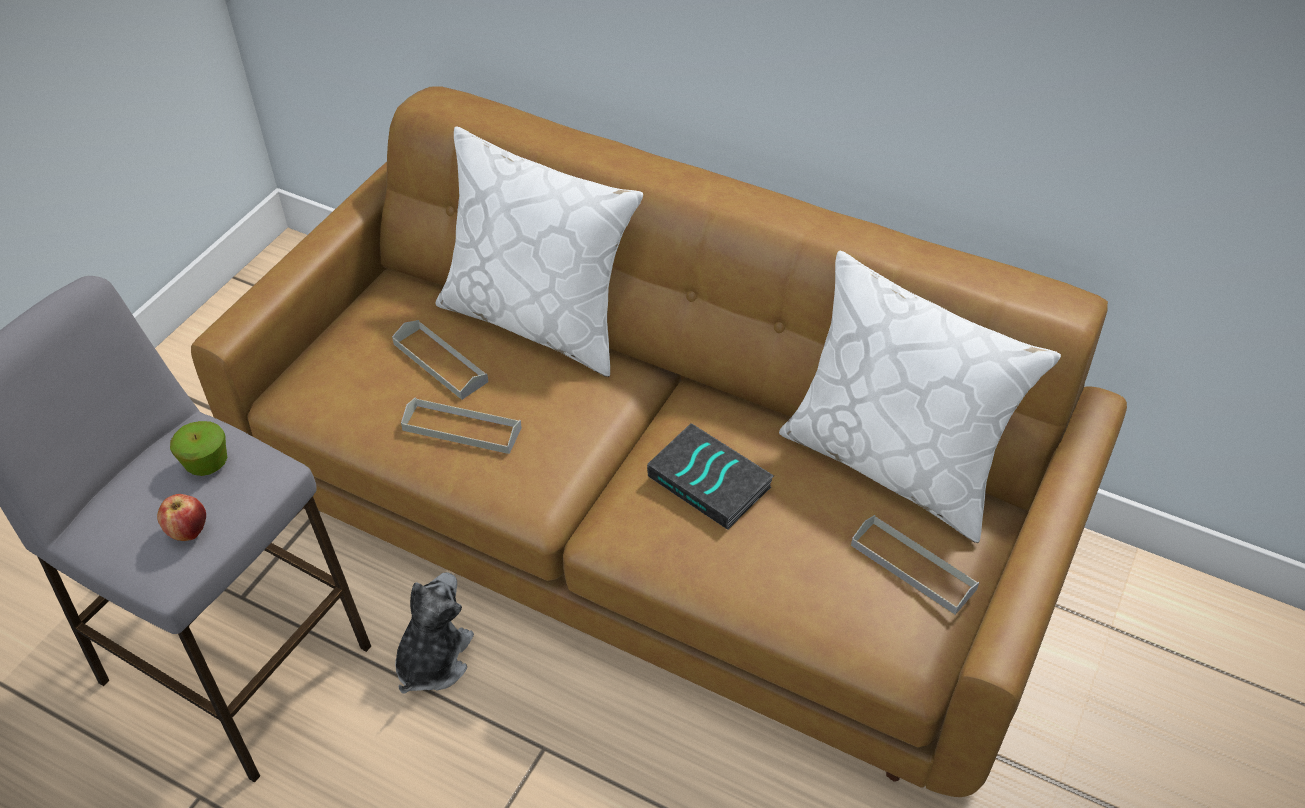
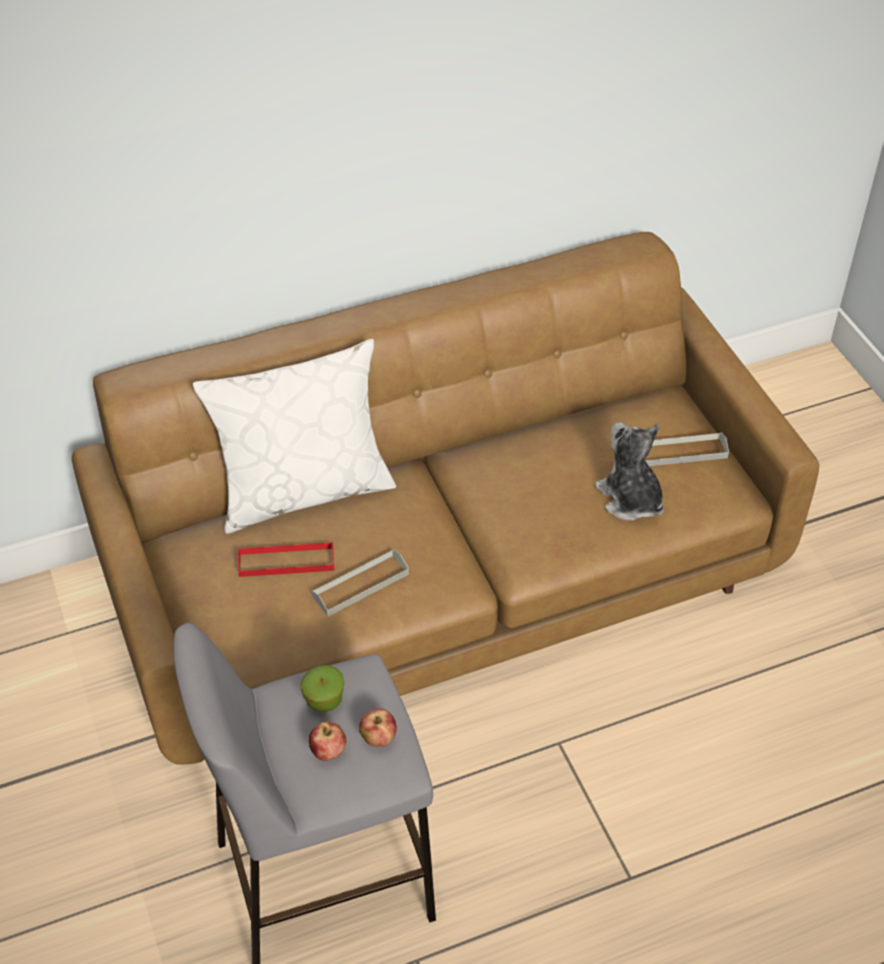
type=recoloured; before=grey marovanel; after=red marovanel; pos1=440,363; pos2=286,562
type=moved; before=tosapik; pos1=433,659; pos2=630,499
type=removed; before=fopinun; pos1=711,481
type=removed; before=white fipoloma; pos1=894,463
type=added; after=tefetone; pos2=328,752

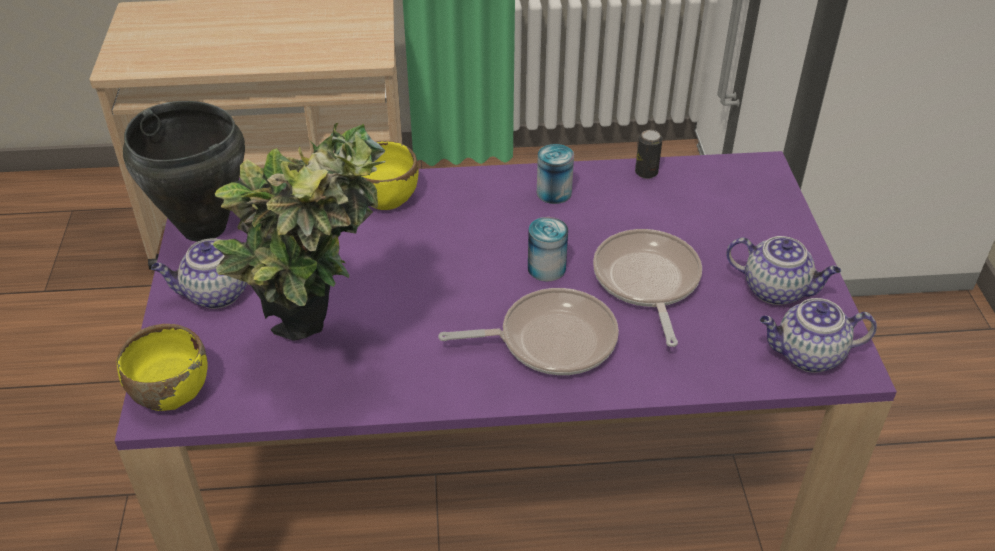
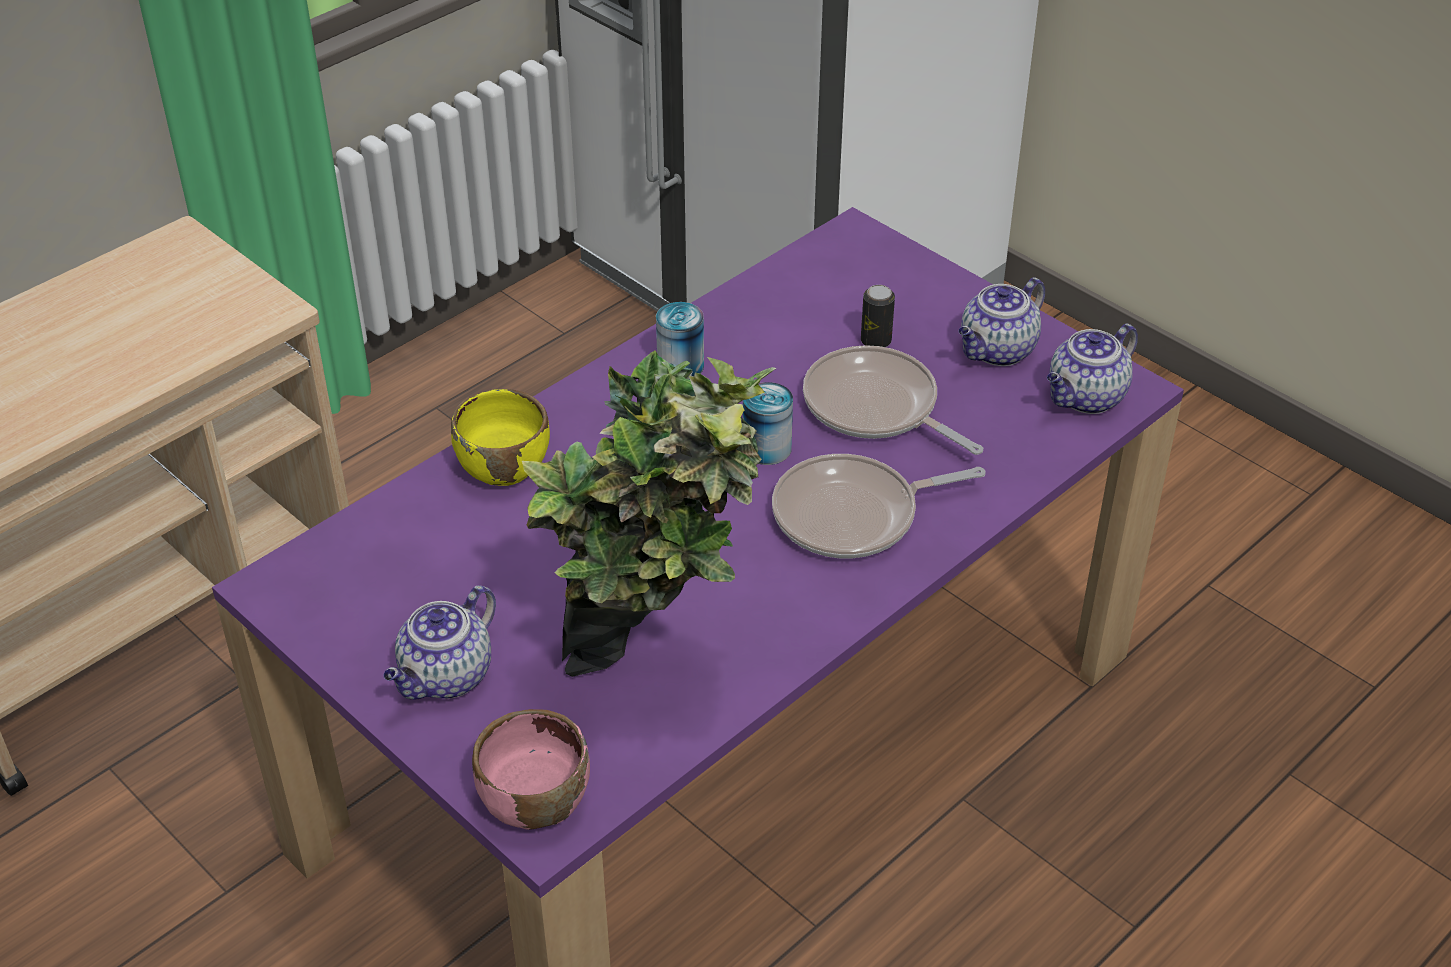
type=recoloured; before=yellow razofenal; after=pink razofenal; pos1=170,391; pos2=534,802
type=removed; before=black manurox; pos1=204,228
type=turned; before=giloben; pos1=550,340; pos2=853,515; turn=-150
type=moved; before=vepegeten; pos1=646,172; pos2=876,341
type=turned; before=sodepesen; pos1=776,290; pos2=997,351; turn=150

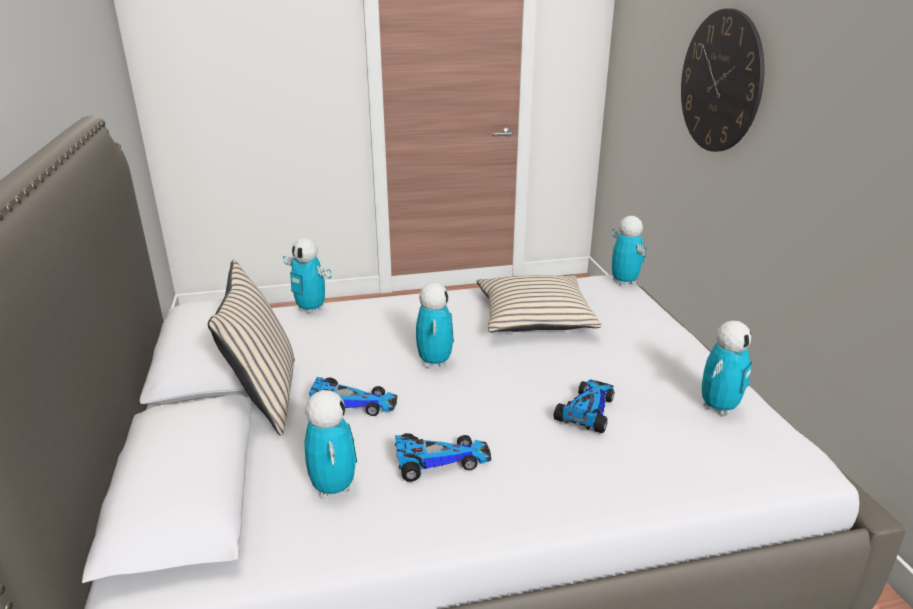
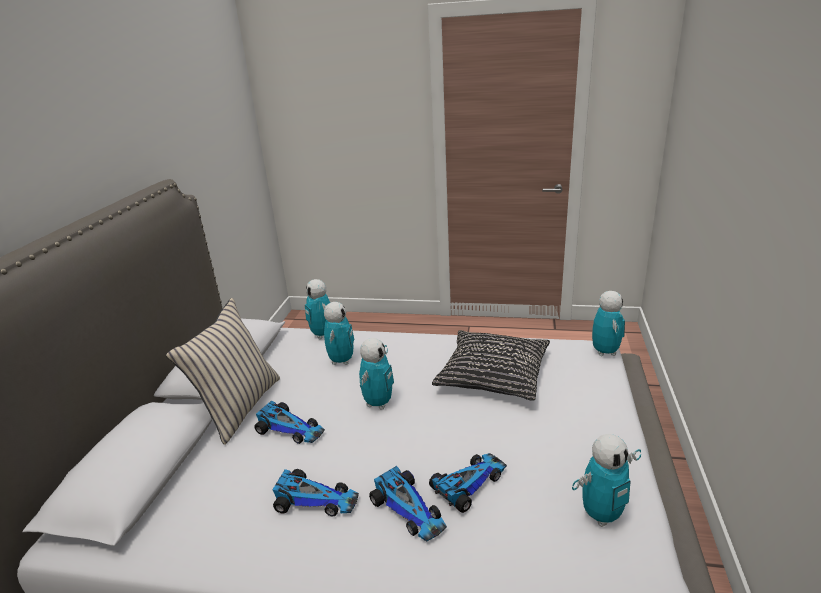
type=moved; before=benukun; pos1=333,487; pos2=341,361
type=recoloured; before=beige fipoloma; after=black fipoloma; pos1=534,316; pos2=493,374
type=removed; before=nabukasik; pos1=720,82
type=added; after=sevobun; pos2=409,509

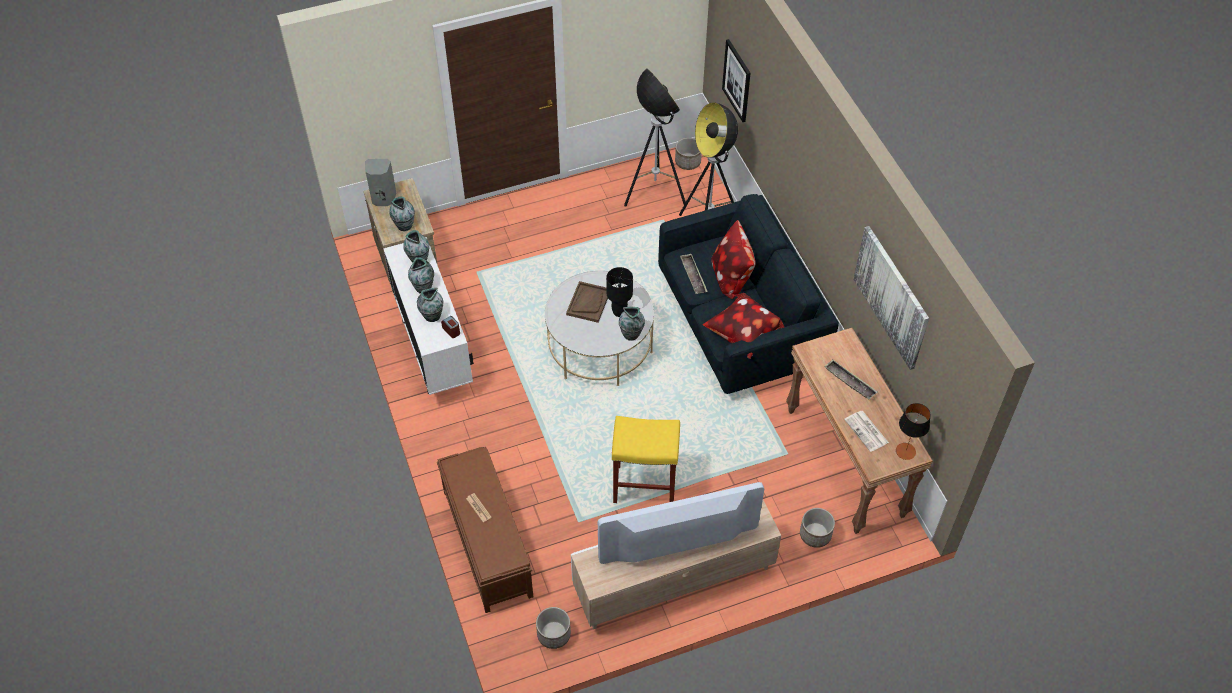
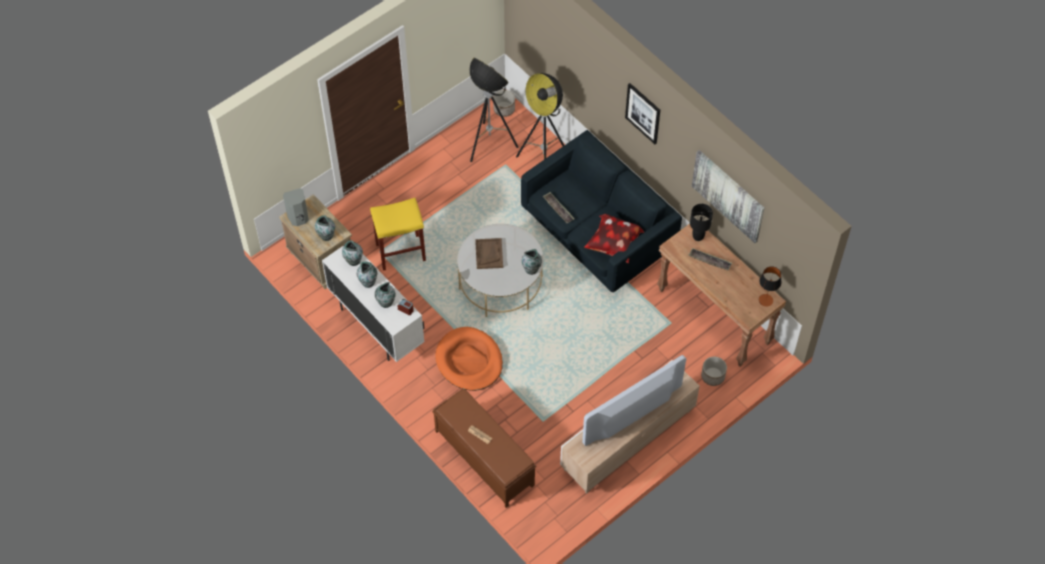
type=removed; before=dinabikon; pos1=554,634
type=moved; before=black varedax; pos1=619,312; pos2=698,236
type=moved; before=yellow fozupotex; pos1=643,486; pos2=400,252
type=removed; before=fipoloma; pos1=731,277
type=moved; before=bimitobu; pos1=737,80; pos2=643,113
type=removed; before=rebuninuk; pos1=867,431
type=added; after=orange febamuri; pos2=469,361

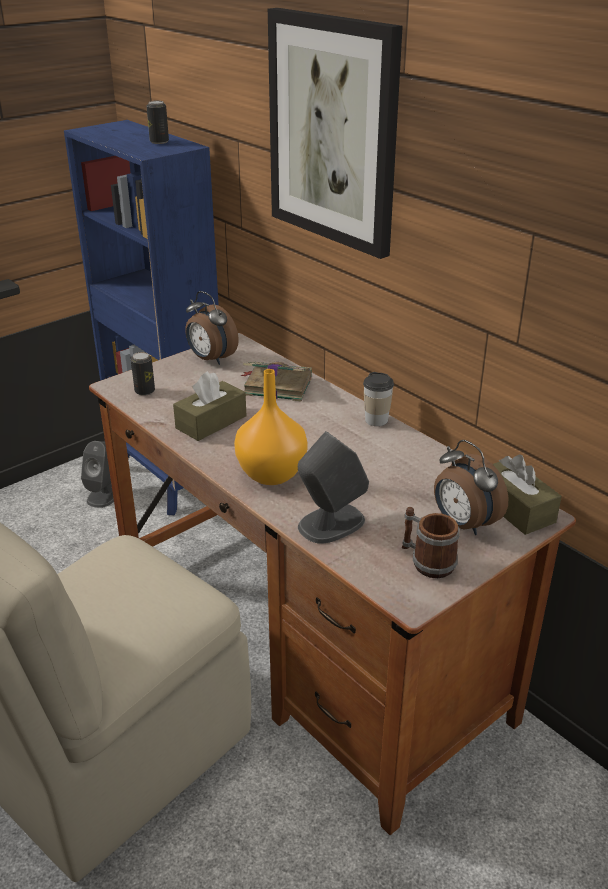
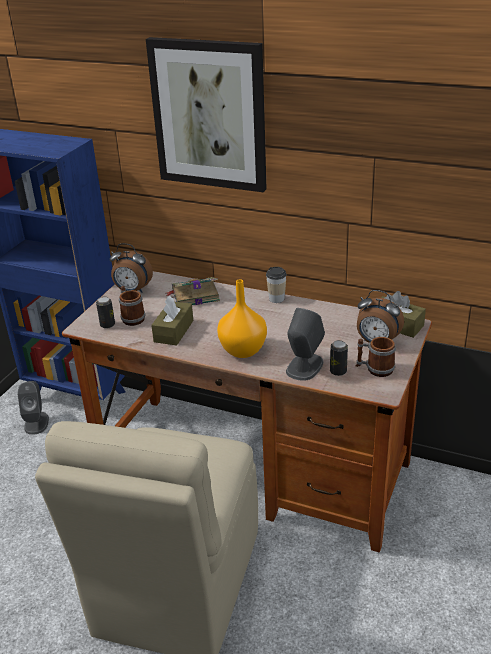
type=moved; before=vepegeten; pos1=159,142; pos2=338,371
type=added; after=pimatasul; pos2=131,317

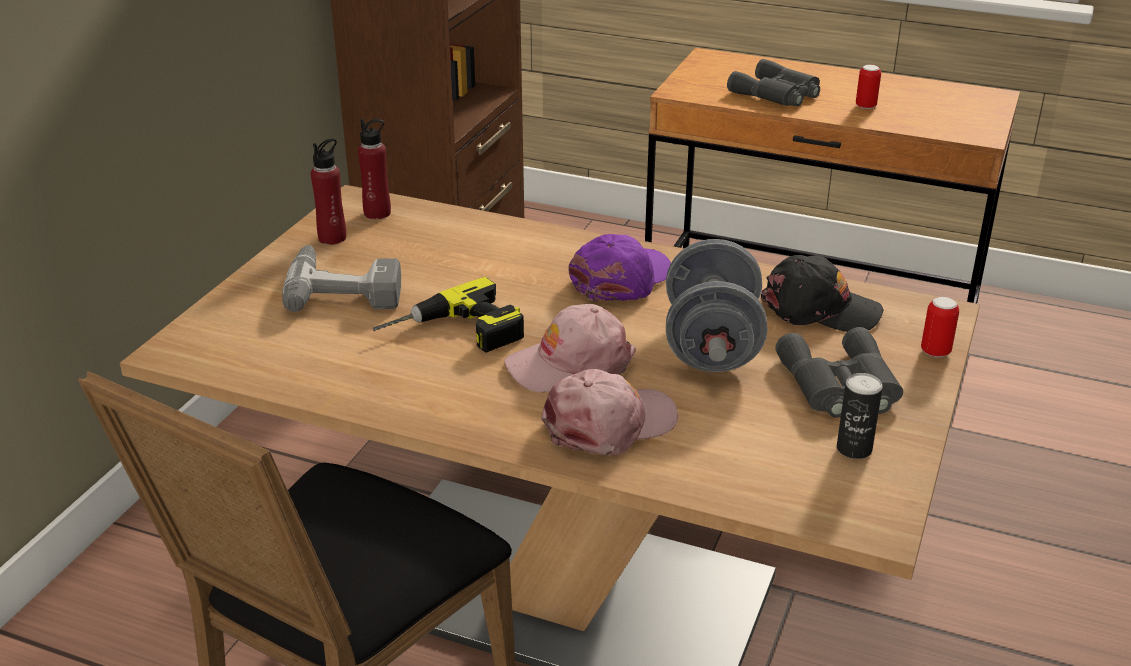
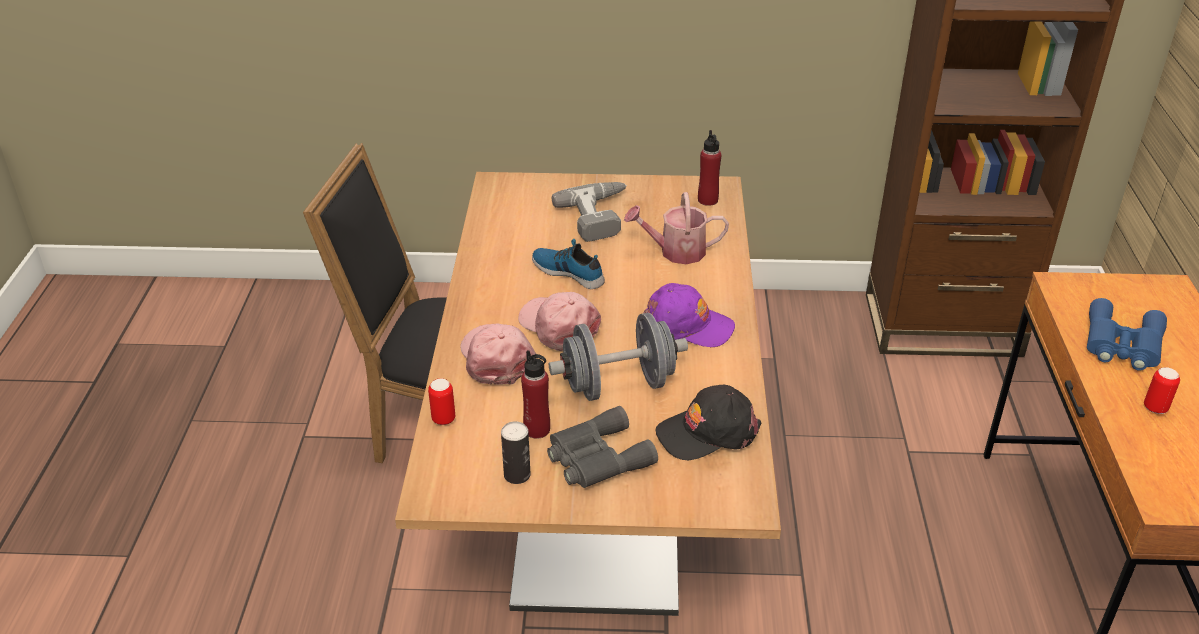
type=moved; before=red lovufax; pos1=332,238; pos2=537,429
type=replaced; before=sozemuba; after=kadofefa; pos1=453,334; pos2=569,272
type=turned; before=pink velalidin; pos1=609,424; pos2=496,358; turn=-150
type=recoloured; before=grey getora; after=blue getora; pos1=777,94; pos2=1121,344
type=turned; before=black velalidin; pos1=819,309; pos2=707,432; turn=75
type=moved; before=vepegeten; pos1=935,352; pos2=443,419
type=added; after=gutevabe; pos2=675,252

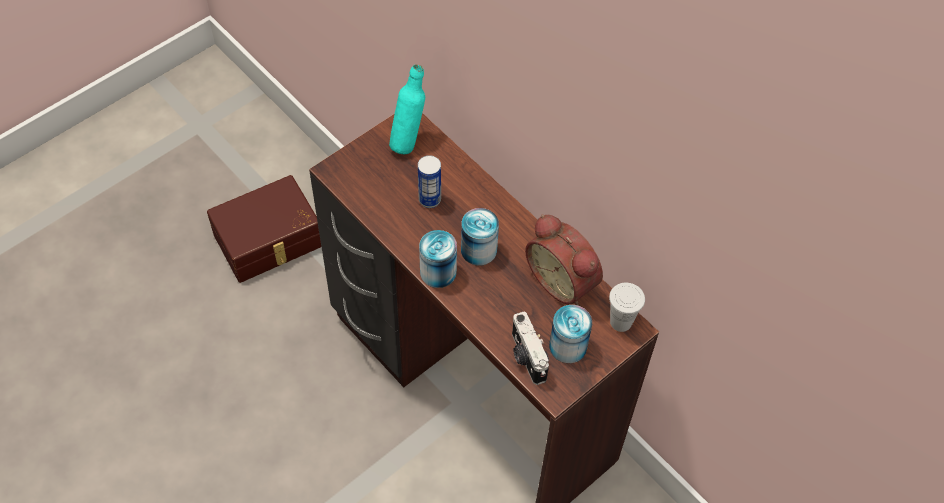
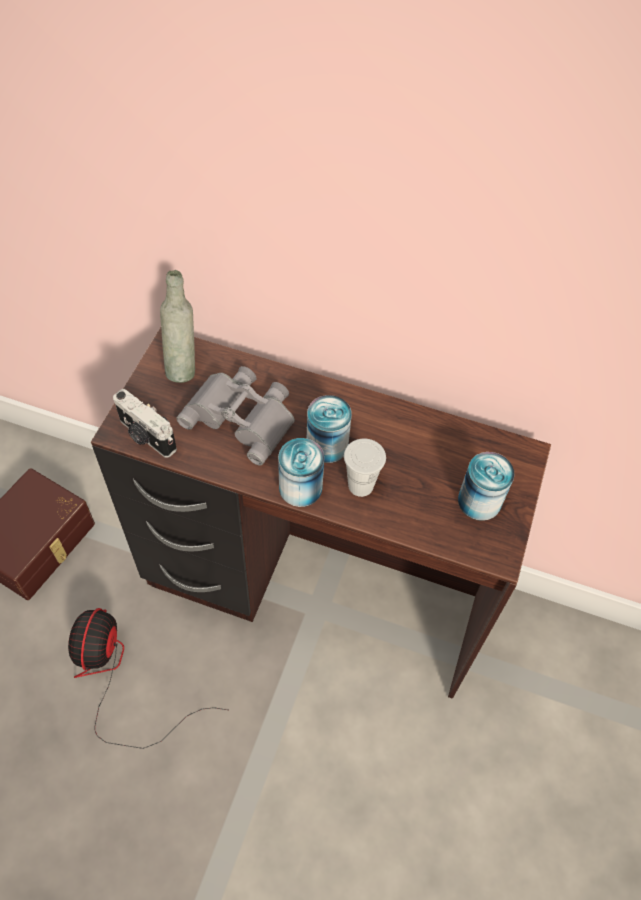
type=recoloured; before=turquoise lovufax; after=grey lovufax; pos1=408,141; pos2=183,366
type=replaced; before=vepegeten; after=grey getora; pos1=429,199; pos2=243,416
type=moved; before=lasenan; pos1=526,357; pos2=146,436
type=removed; before=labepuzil; pos1=564,280
type=moved; before=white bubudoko; pos1=621,322; pos2=360,485
type=added; after=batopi; pos2=117,678

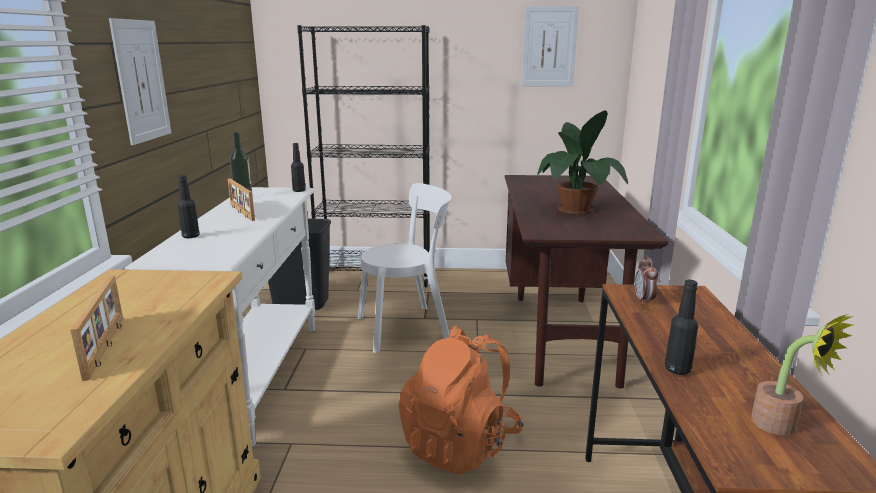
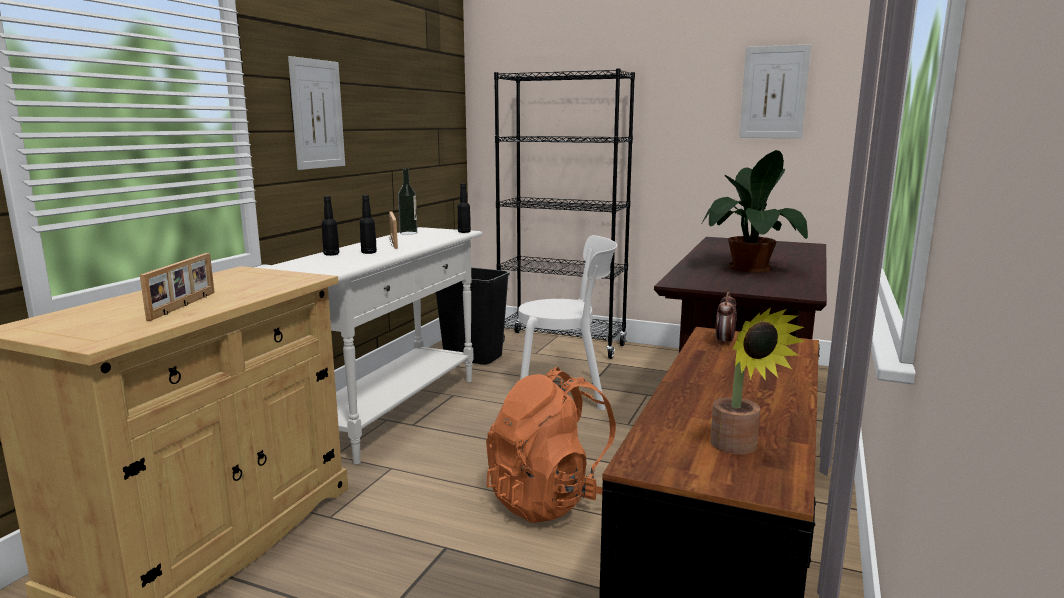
type=moved; before=black lovufax; pos1=677,369; pos2=369,252

